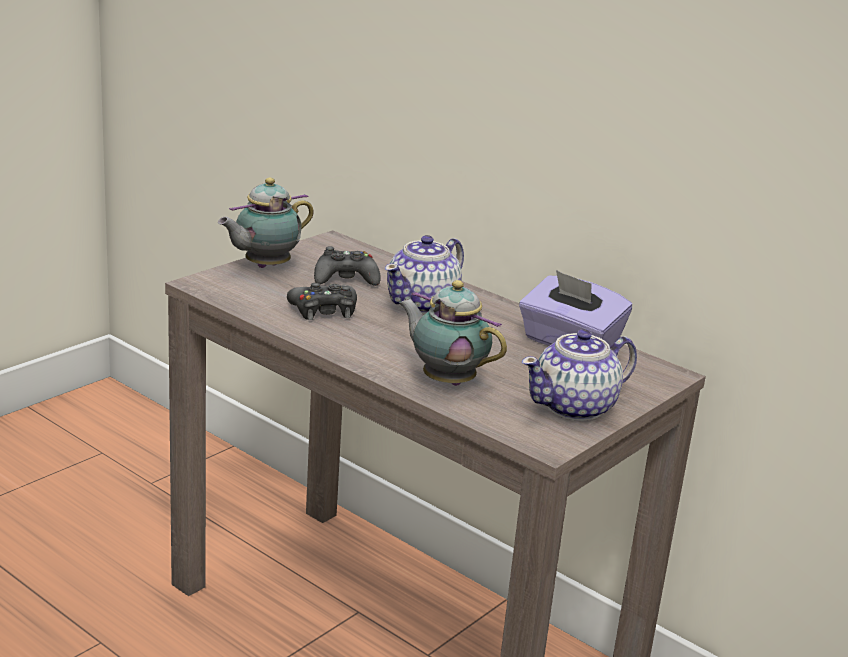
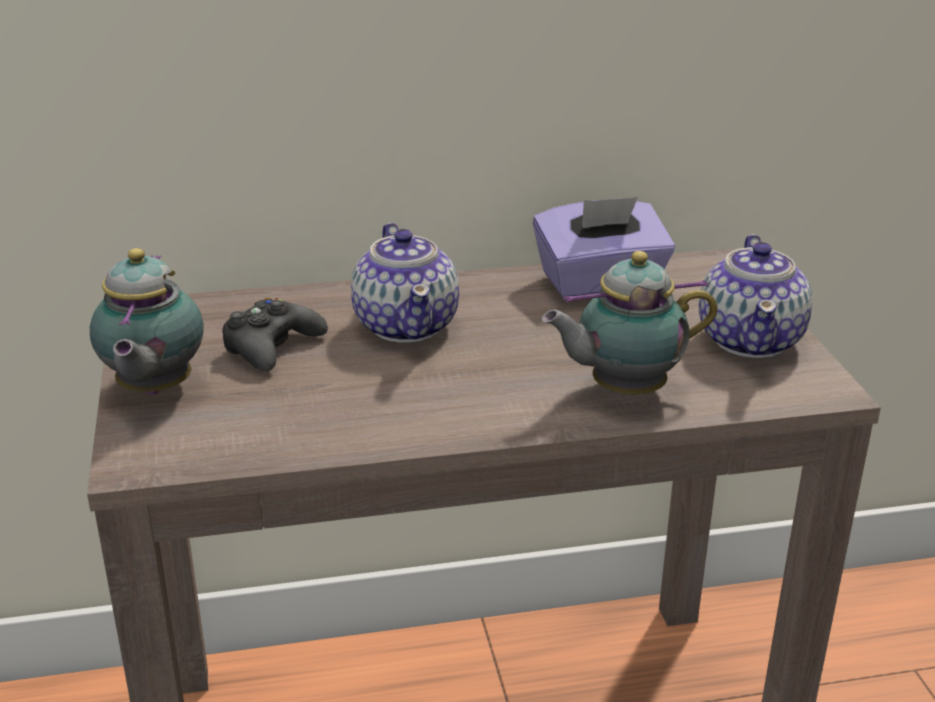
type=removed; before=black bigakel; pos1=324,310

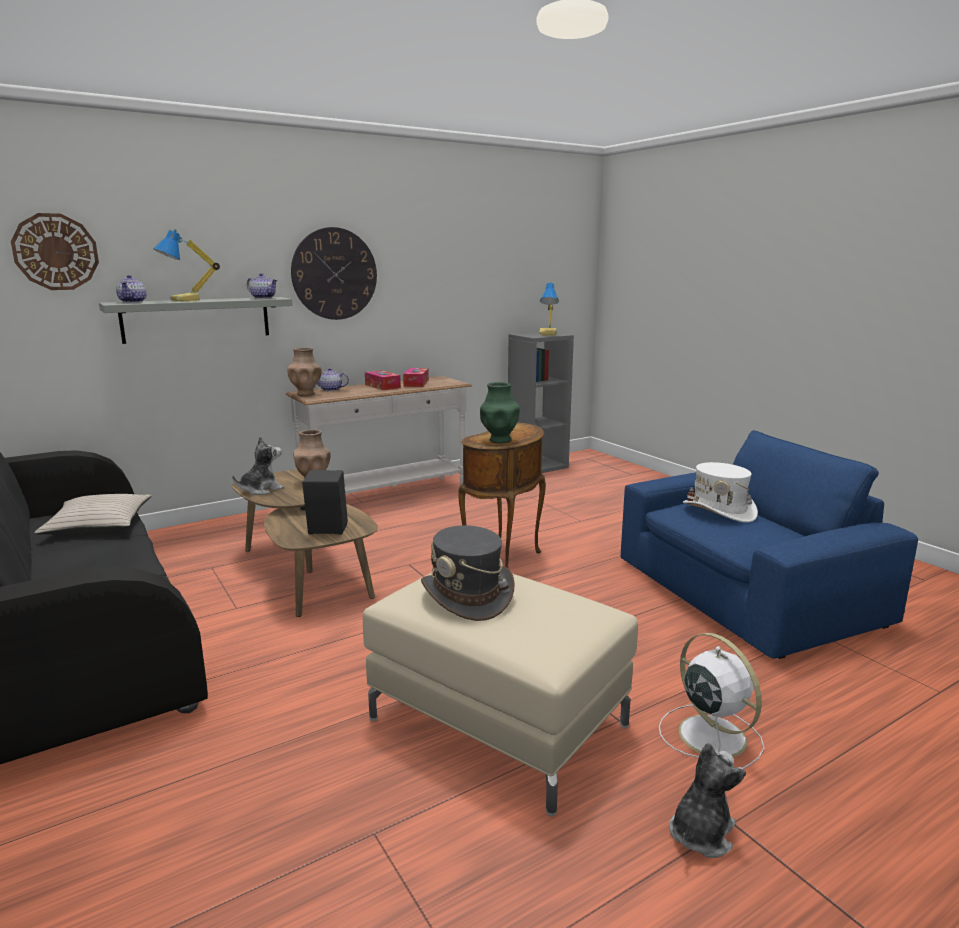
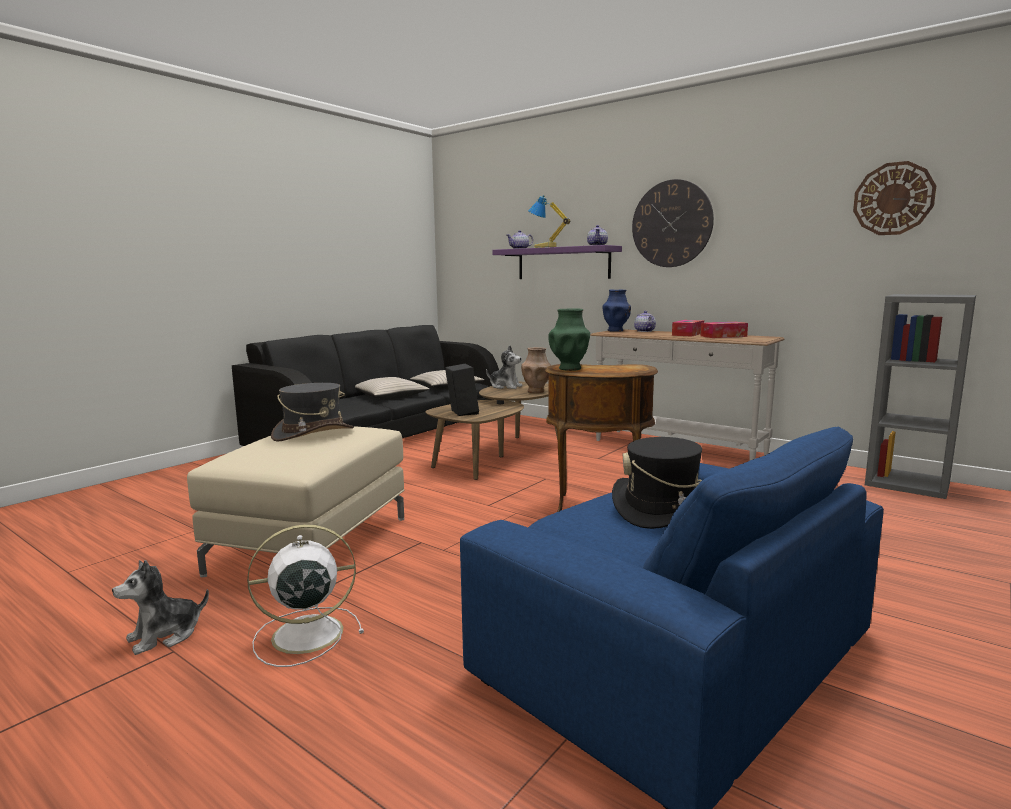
type=moved; before=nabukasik; pos1=56,252; pos2=893,199
type=recoloured; before=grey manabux; after=purple manabux; pos1=197,319; pos2=563,263
type=recoloured; before=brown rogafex; after=blue rogafex; pos1=306,394; pos2=616,330
type=removed; before=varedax; pos1=548,334
type=turned; before=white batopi; pos1=709,734; pos2=304,635; turn=-150
type=turned; before=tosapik; pos1=700,833; pos2=165,636; turn=120
type=recoloured; before=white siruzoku; after=black siruzoku; pos1=719,511; pos2=662,509
type=added; after=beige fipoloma; pos2=390,396

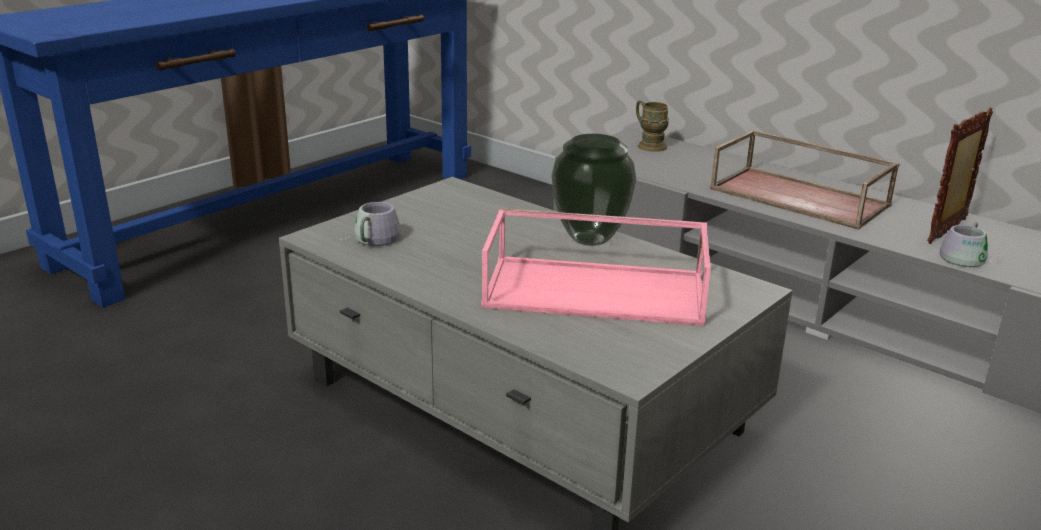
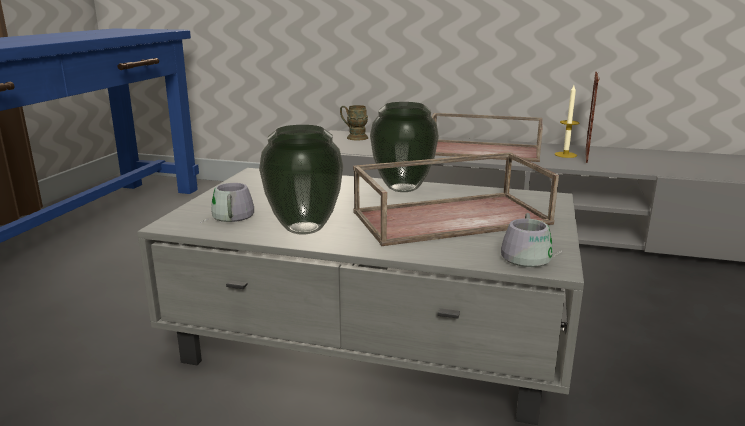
type=recoloured; before=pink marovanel; after=brown marovanel; pos1=598,290; pos2=452,217
type=moved; before=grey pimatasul; pos1=968,258; pos2=531,255
type=added; after=rogafex; pos2=305,228
type=added; after=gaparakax; pos2=565,155

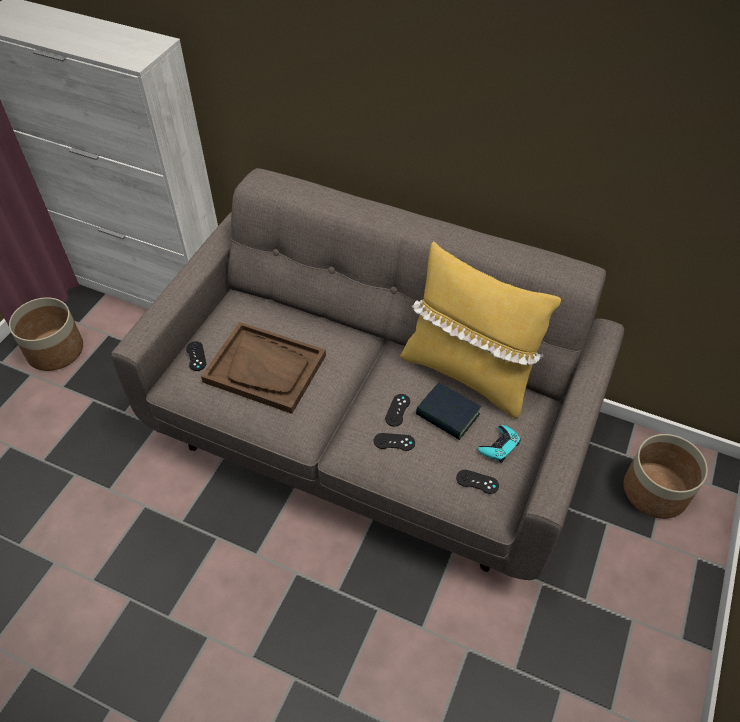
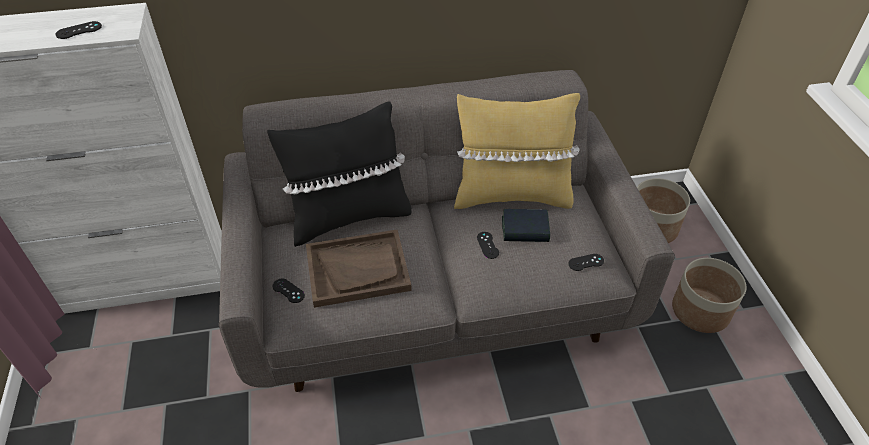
type=moved; before=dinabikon; pos1=56,350; pos2=700,310
type=moved; before=black bigakel; pos1=394,442; pos2=79,30
type=removed; before=turquoise bigakel; pos1=499,446
type=added; after=black fipoloma; pos2=349,217

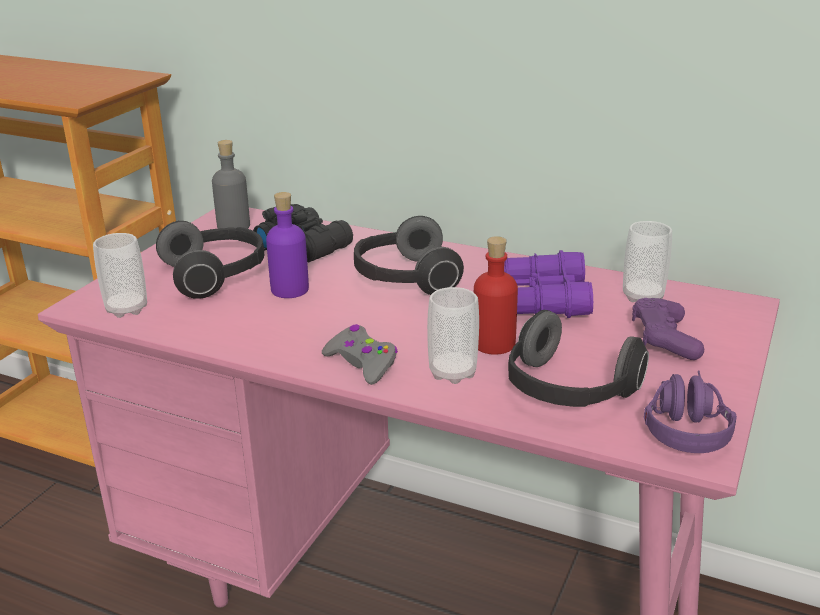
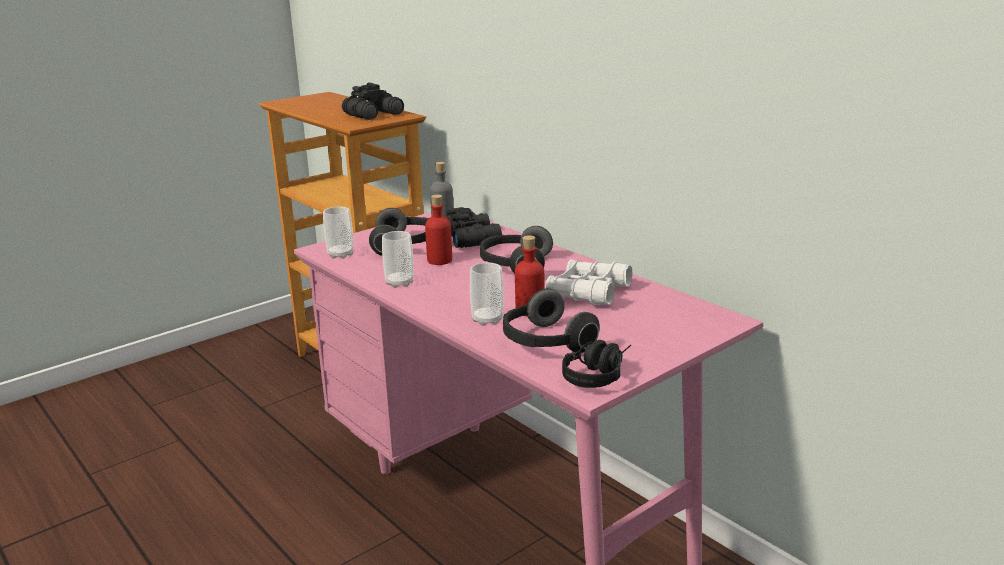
type=recoloured; before=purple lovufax; after=red lovufax; pos1=290,289; pos2=439,260
type=removed; before=grey bigakel; pos1=362,363
type=recoloured; before=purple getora; after=white getora; pos1=539,299; pos2=588,292
type=moved; before=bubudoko; pos1=642,296; pos2=399,283
type=removed; before=purple bigakel; pos1=664,339
type=recoloured; before=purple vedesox; after=black vedesox; pos1=684,423; pos2=598,374
type=added; after=black getora; pos2=375,114

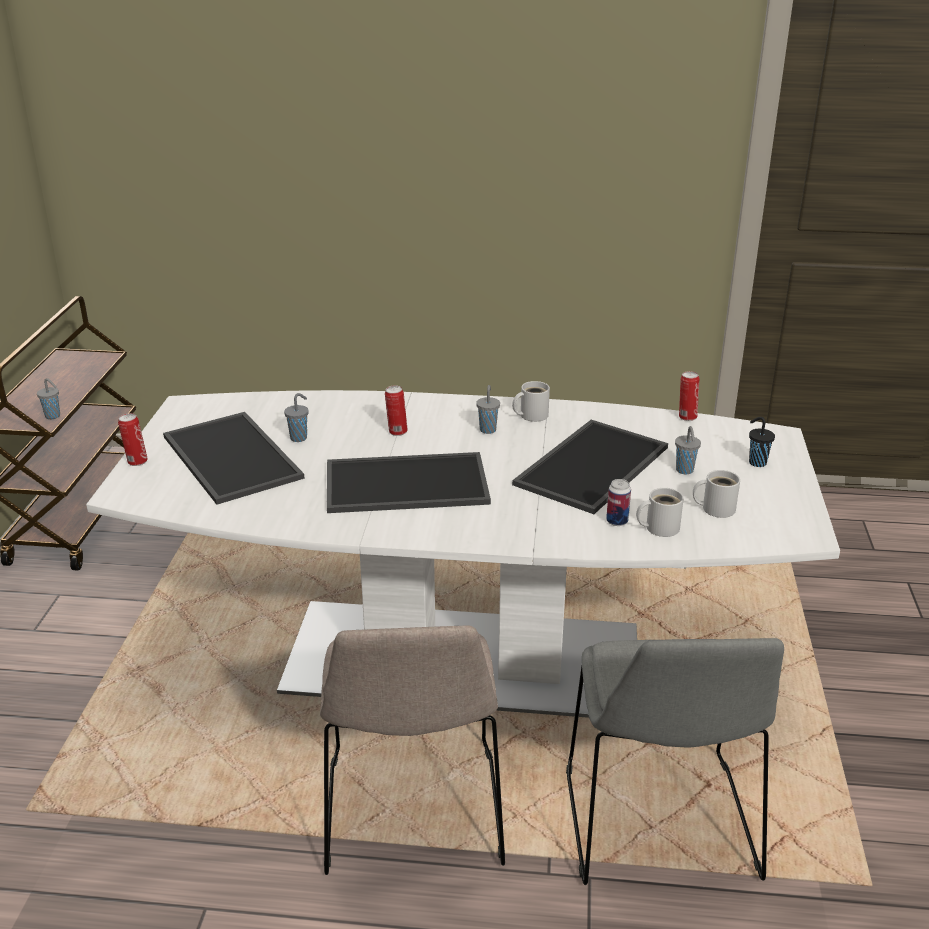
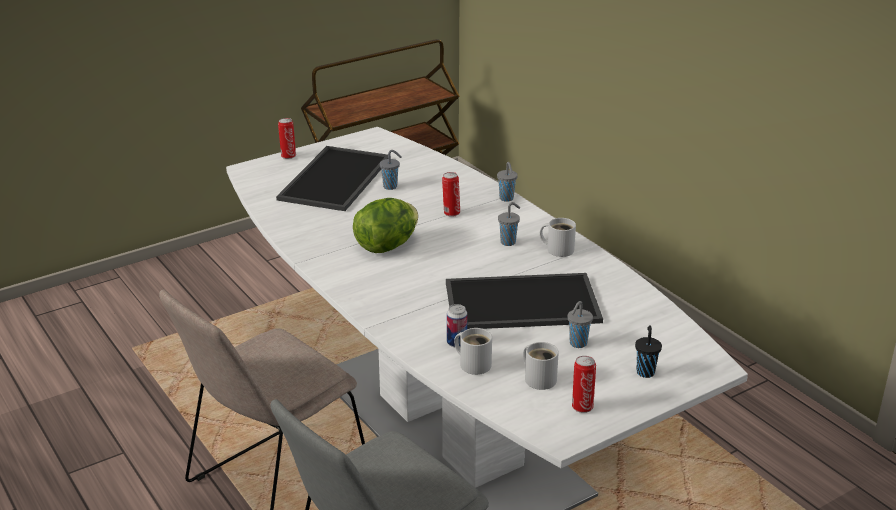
type=moved; before=grey bubudoko; pos1=53,416; pos2=507,199
type=replaced; before=marovanel; after=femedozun; pos1=405,485; pos2=386,246
type=moved; before=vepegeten; pos1=686,417; pos2=582,406

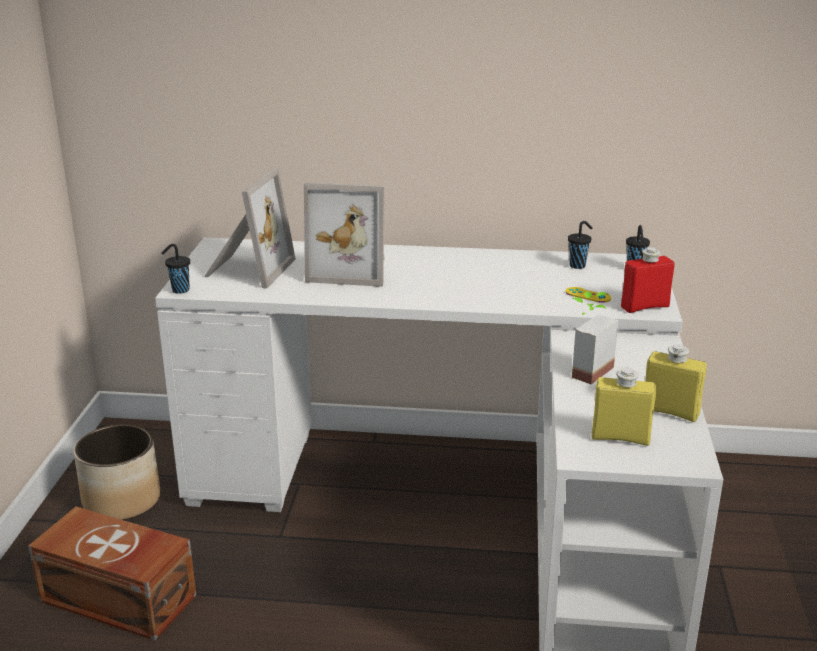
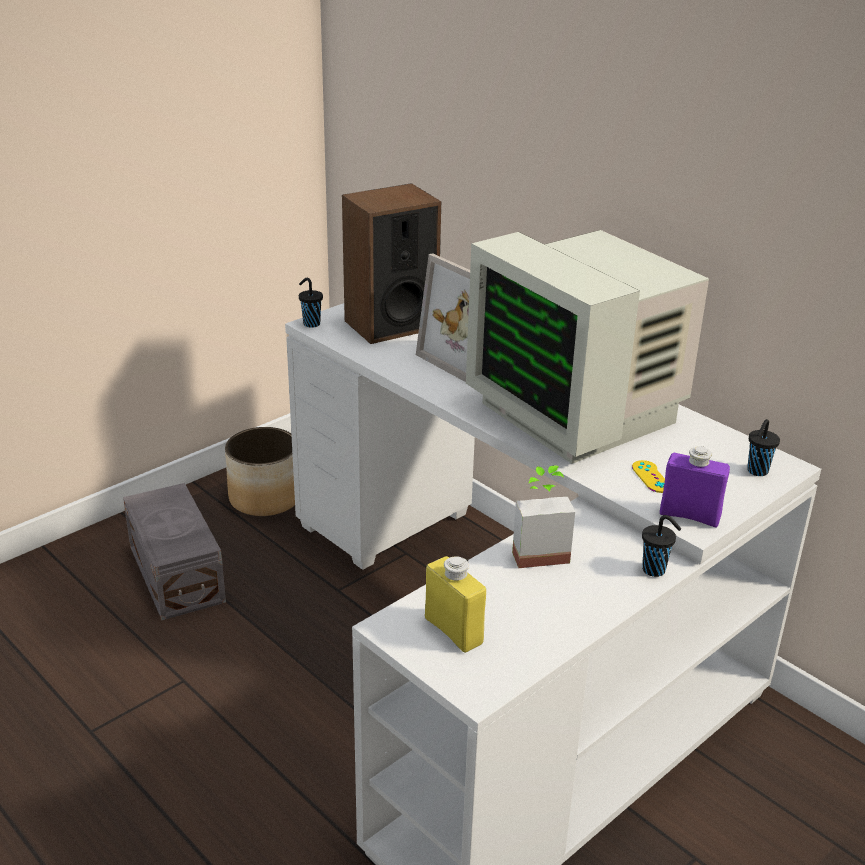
type=recoloured; before=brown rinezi; after=grey rinezi; pos1=118,600; pos2=175,575
type=replaced; before=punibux; after=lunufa; pos1=247,269; pos2=390,324
type=moved; before=black bubudoko; pos1=578,266; pos2=655,570
type=recoloured; before=red lovufax; after=purple lovufax; pos1=645,307; pos2=689,516
type=removed; before=yellow lovufax; pos1=670,412
type=added; after=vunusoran; pos2=579,412

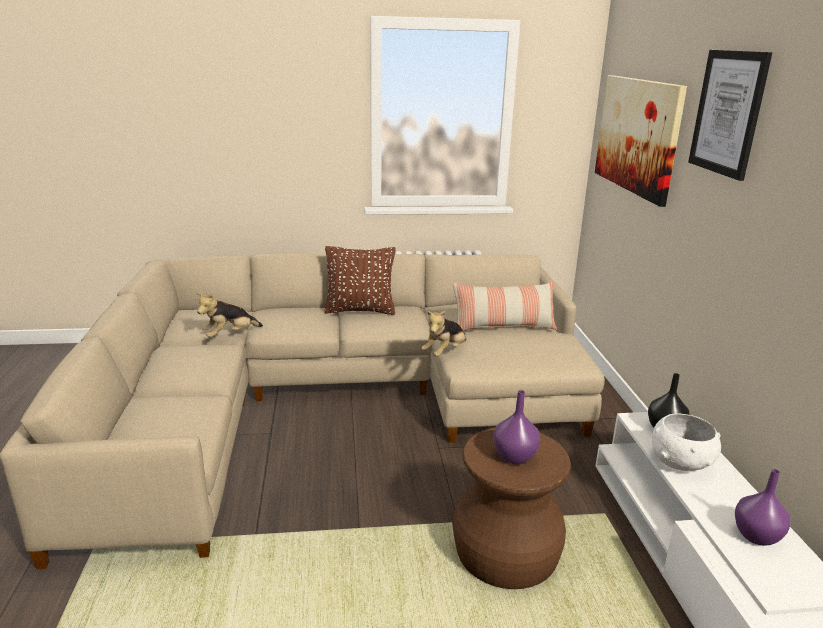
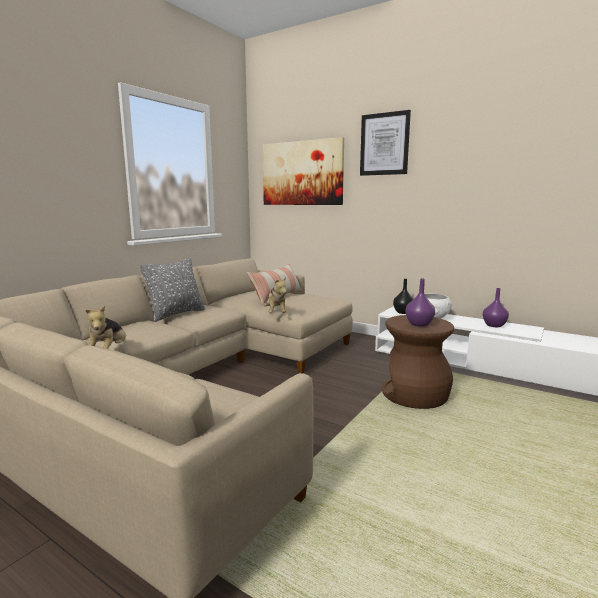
type=recoloured; before=brown fipoloma; after=grey fipoloma; pos1=360,310; pos2=176,314

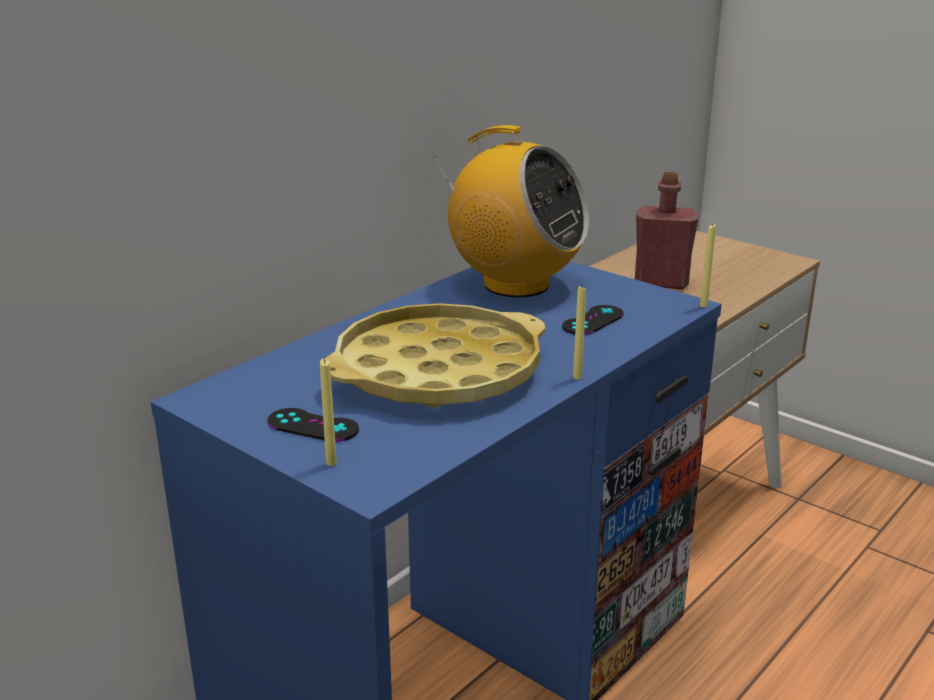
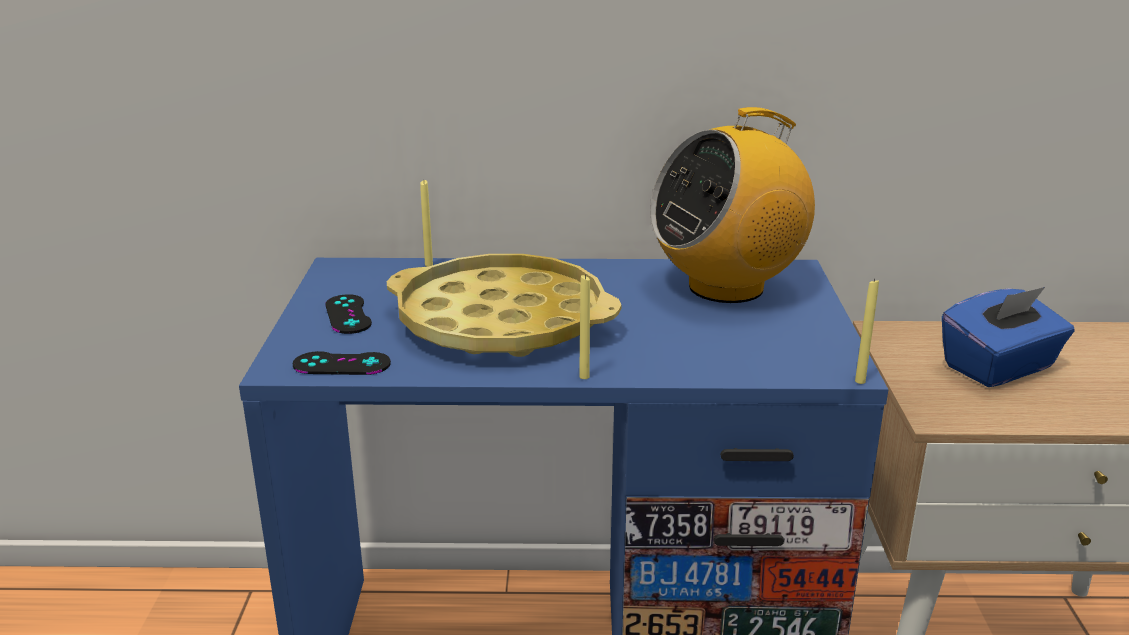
type=moved; before=yellow gaparakax; pos1=331,463; pos2=429,265
type=turned; before=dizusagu; pos1=515,284; pos2=727,287; turn=75
type=moved; before=black bigakel; pos1=593,320; pos2=341,364
type=replaced; before=red lovufax; after=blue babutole; pos1=661,283; pos2=999,368

